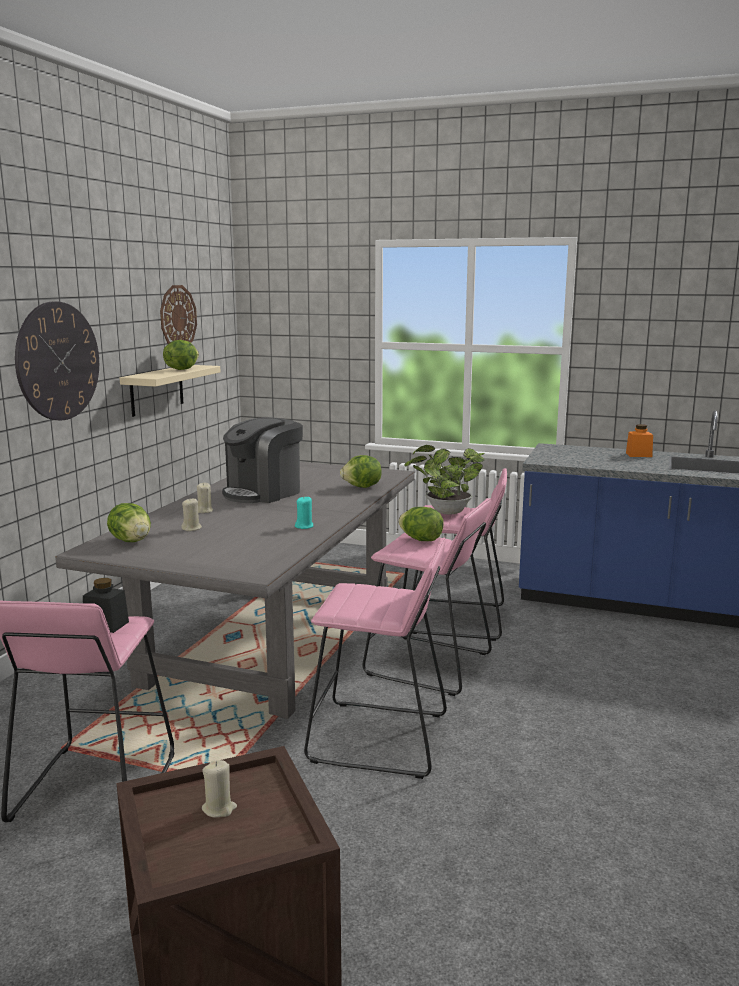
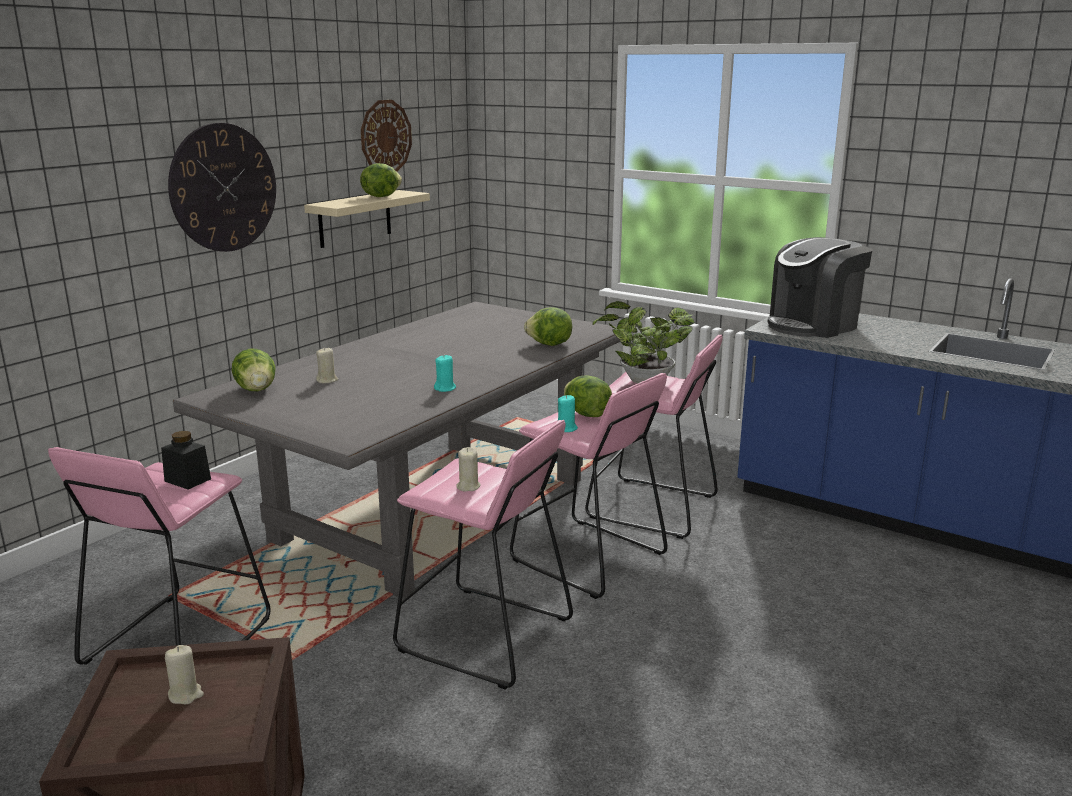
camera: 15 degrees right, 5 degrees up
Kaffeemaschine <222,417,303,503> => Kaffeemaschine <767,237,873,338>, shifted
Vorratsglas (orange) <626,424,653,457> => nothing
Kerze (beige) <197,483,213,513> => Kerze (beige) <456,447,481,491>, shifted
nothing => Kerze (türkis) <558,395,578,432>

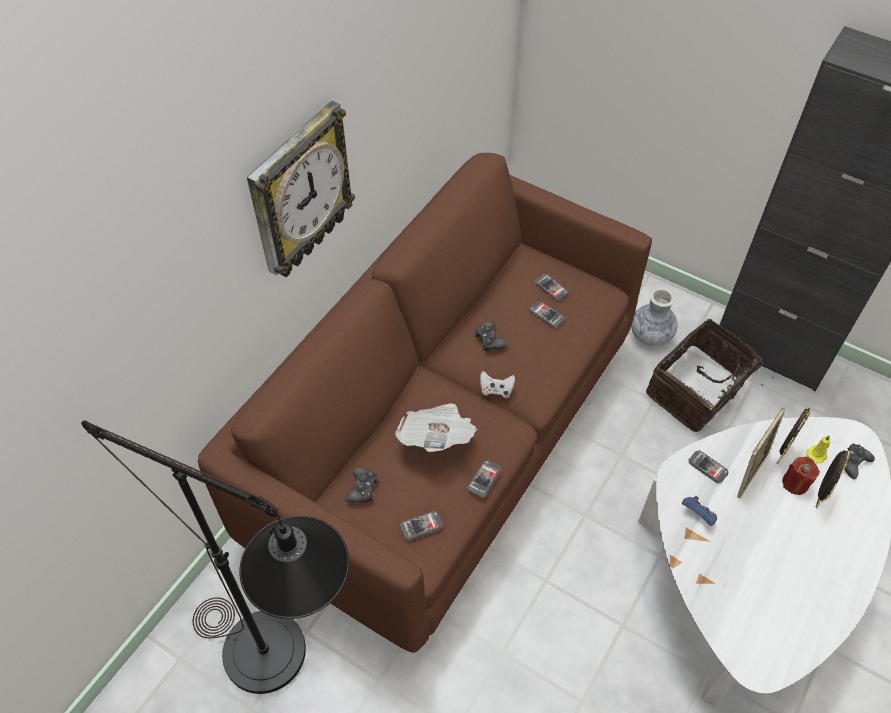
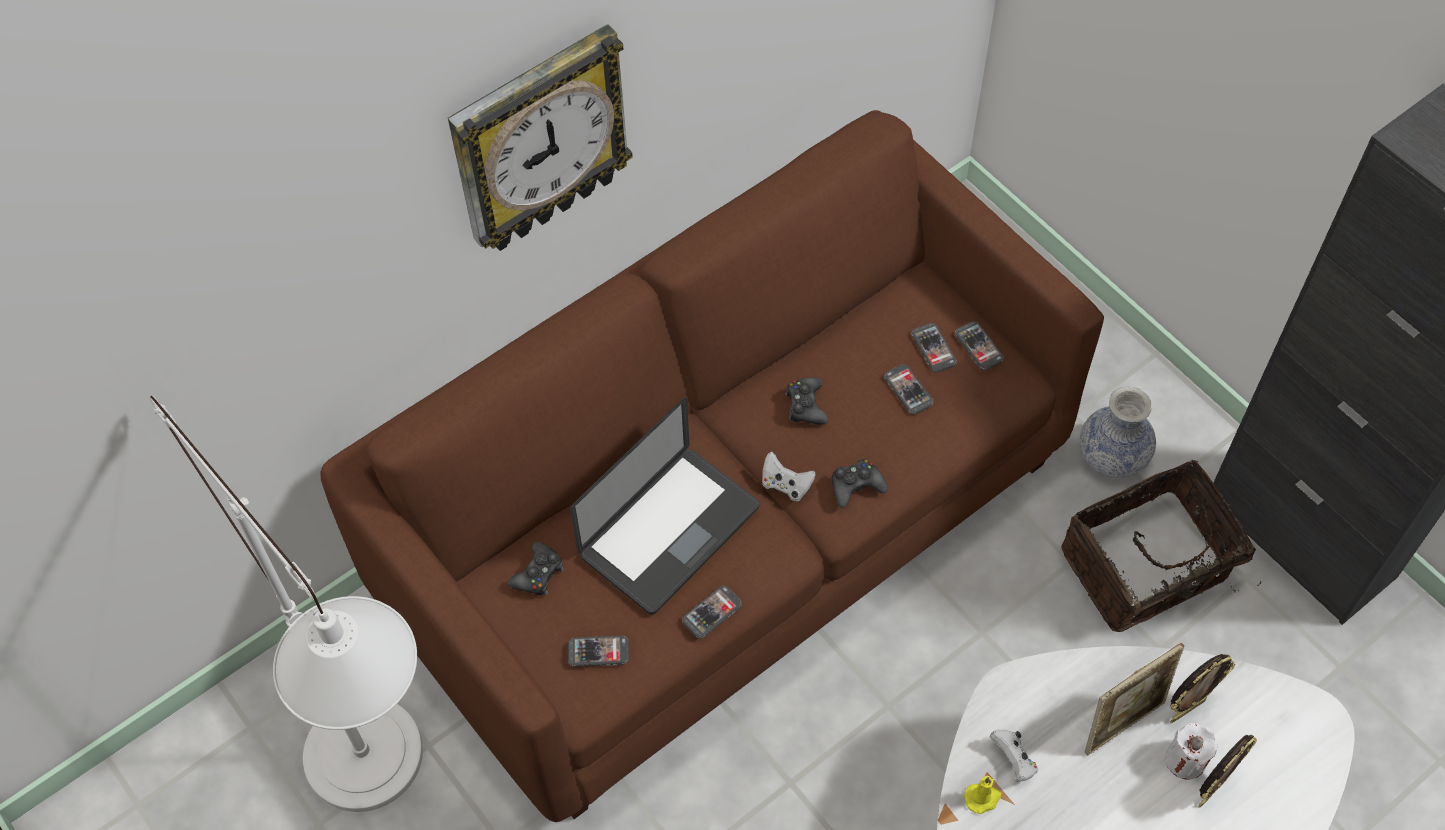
camera: 20 degrees right, 5 degrees up
Zeitung <395,403,477,452> => Laptop <570,398,760,615>
Stehlampe (schwarz) <81,420,349,694> => Stehlampe (weiß) <150,396,423,812>
Kerze (gelb) <806,435,831,463> => Kerze (gelb) <964,776,1001,814>, shifted
Gamepad (schwarz) <845,444,875,479> => Gamepad (schwarz) <832,459,888,508>, shifted
Handy <689,450,729,483> => Handy <955,321,1004,370>, shifted
Kerze (rot) <782,457,820,495> => Kerze (weiß) <1163,723,1218,779>
Gamepad (blau) <682,496,717,526> => Gamepad (weiß) <990,730,1038,782>

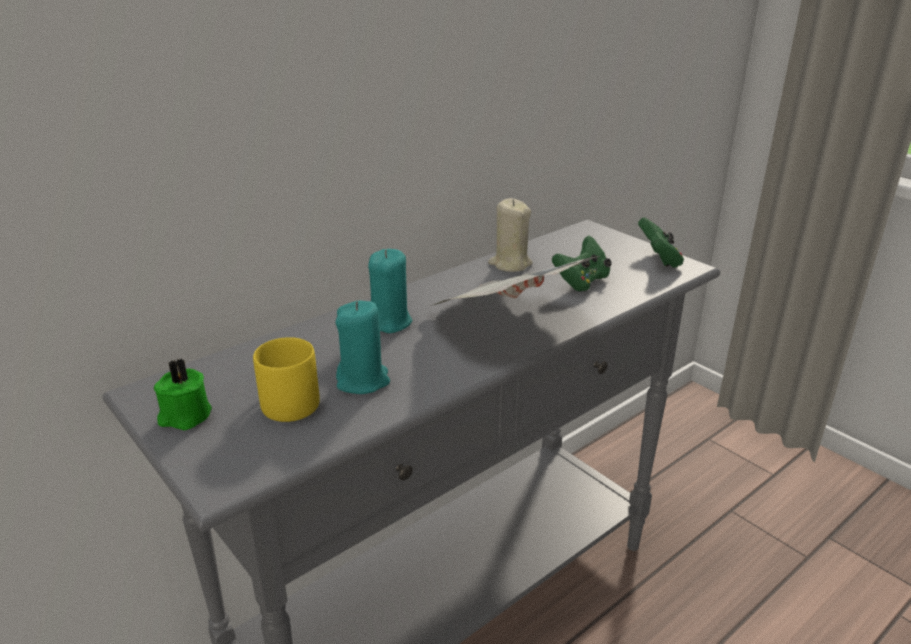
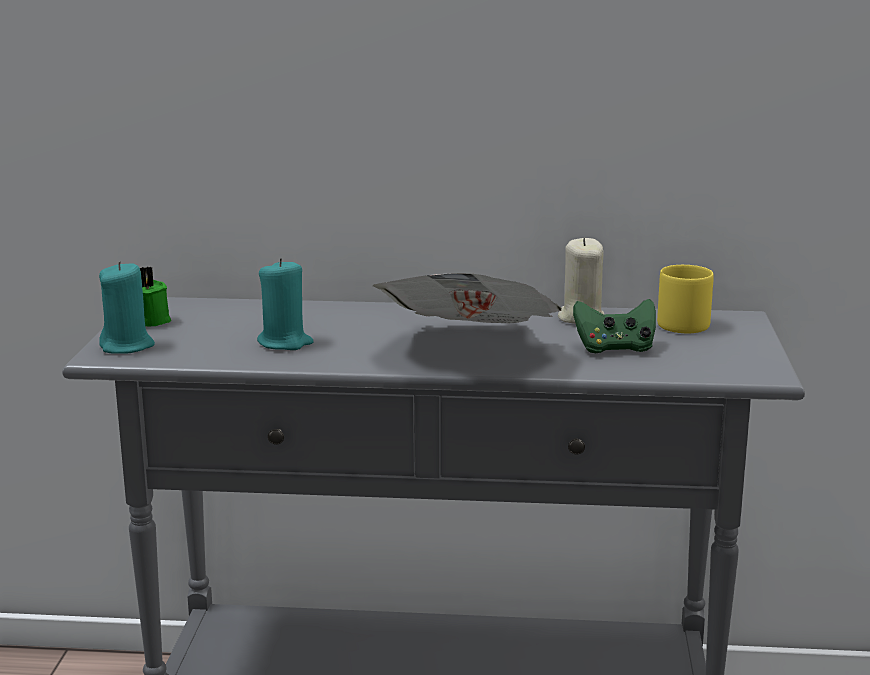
camera: 45 degrees right, 10 degrees down
Gamepad (grün) <638,217,684,268> => nothing
Kerze (türkis) <368,249,412,333> => Kerze (türkis) <99,261,155,354>, shifted
Henkelbecher (gelb) <253,337,320,422> => Henkelbecher (gelb) <657,265,714,333>, shifted

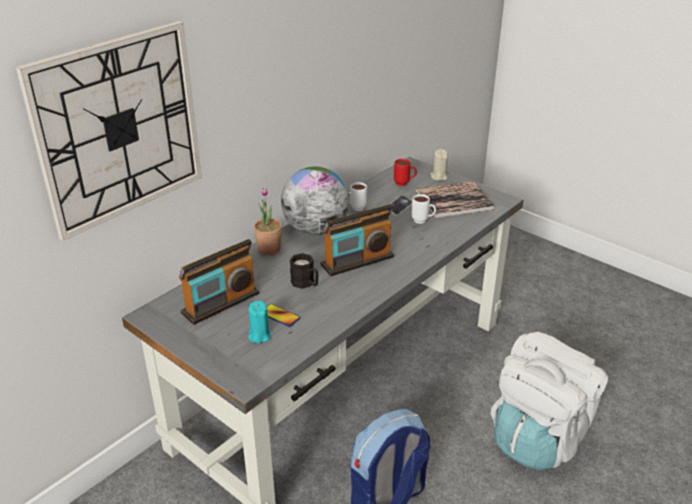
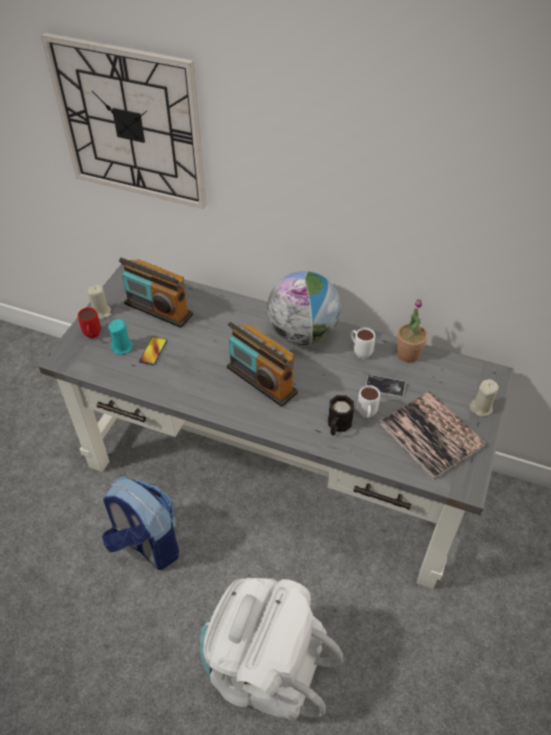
camera: 70 degrees right, 15 degrees up
Henkelbecher (rot) <394,159,417,186> => Henkelbecher (rot) <78,307,101,338>, shifted
Topfpflanze <254,187,282,255> => Topfpflanze <397,299,427,362>, shifted
Henkelbecher (schwarz) <290,253,319,289> => Henkelbecher (schwarz) <328,395,354,435>, shifted
nothing => Kerze (beige) <88,285,111,320>

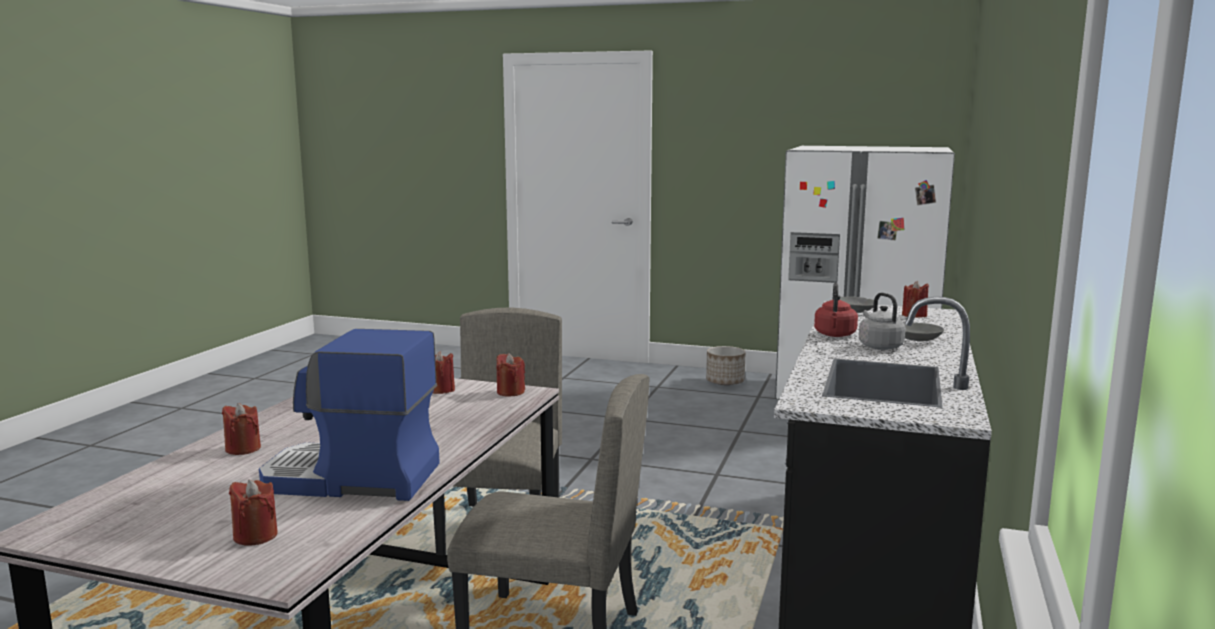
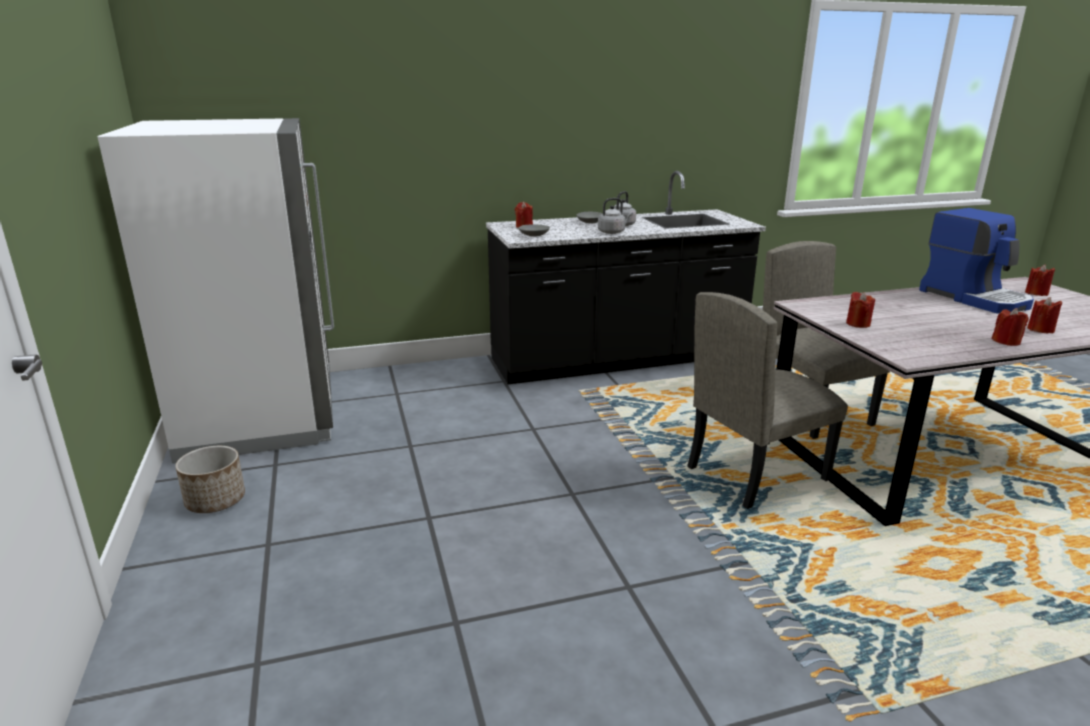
camera: 125 degrees left, 10 degrees up
Wasserkessel (rot) <814,283,858,337> => Wasserkessel (grau) <598,198,633,234>
Kerze (rot) <496,353,525,396> => Kerze (rot) <991,308,1029,346>, shifted

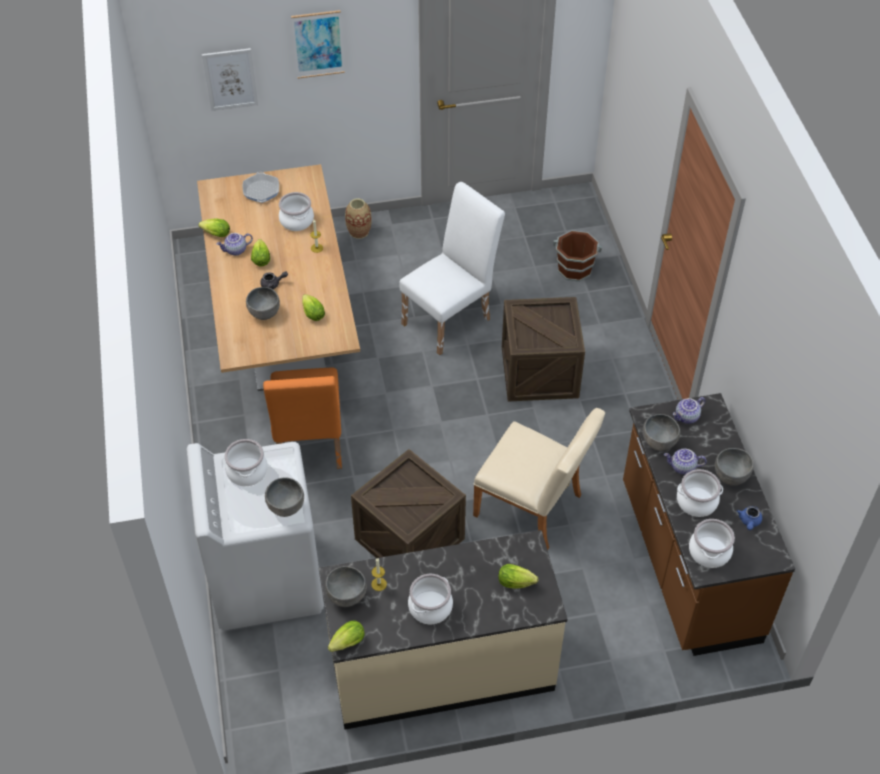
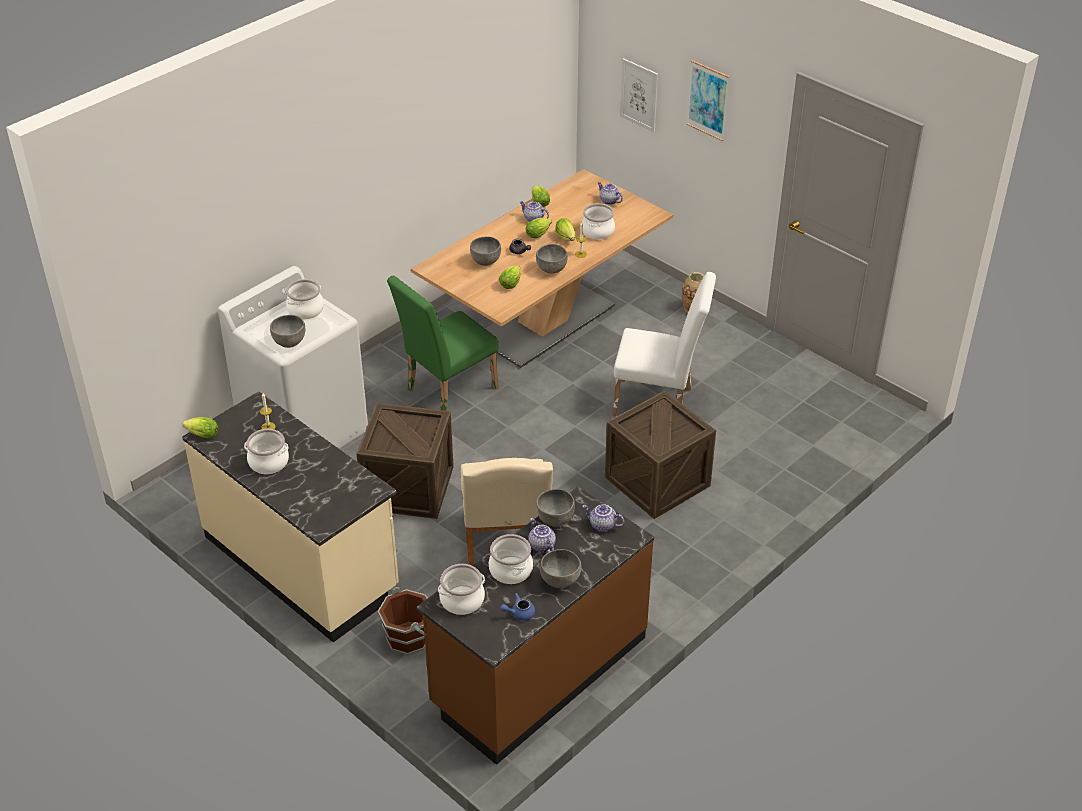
camera: 55 degrees right, 10 degrees down
Pfanne <243,172,279,203> => Teekanne <597,182,623,205>
Eimer (braun) <554,230,602,282> => Eimer (braun) <378,587,428,655>, shifted
Stuhl (orange) <263,367,342,469> => Stuhl (grün) <387,276,499,411>
Salatkopf <498,564,538,589> => Salatkopf <555,218,575,241>, shifted
Schüssel (grau) <325,566,367,607> => Schüssel (grau) <536,244,568,274>, shifted

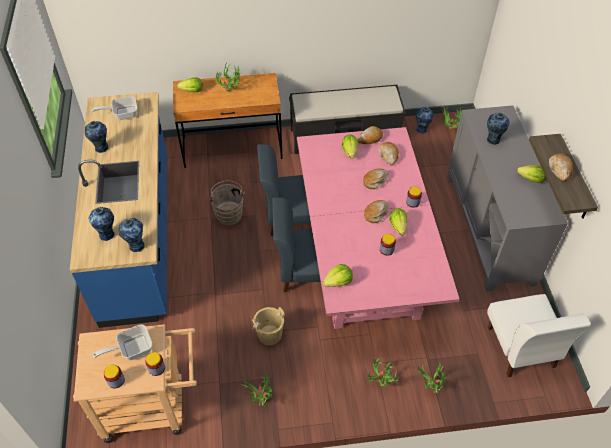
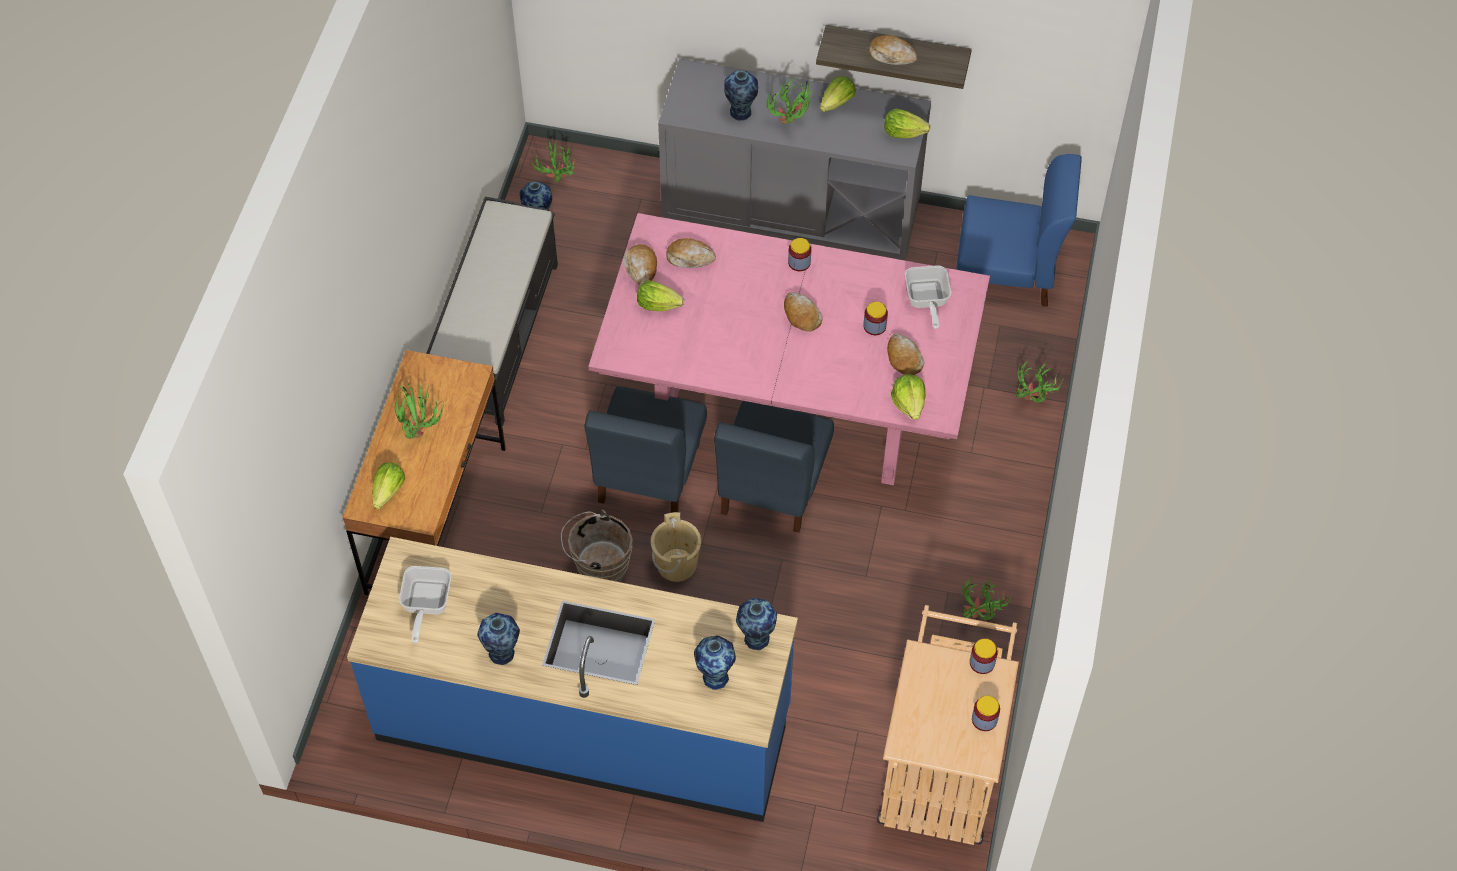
camera: 70 degrees left, 5 degrees up
Brot <363,168,388,189> => Brot <887,333,924,375>, shifted
Salatkopf <389,208,407,236> => Salatkopf <884,109,930,138>, shifted
Stuhl (weiß) <487,294,591,377> => Stuhl (blau) <956,154,1082,307>
Eimer (beige) <252,307,285,345> => Eimer (beige) <651,512,701,582>, shifted
Pfanne <93,324,152,360> => Pfanne <905,265,951,329>, shifted
Topfpflanze <366,358,400,387> => Topfpflanze <767,77,813,124>, shifted

